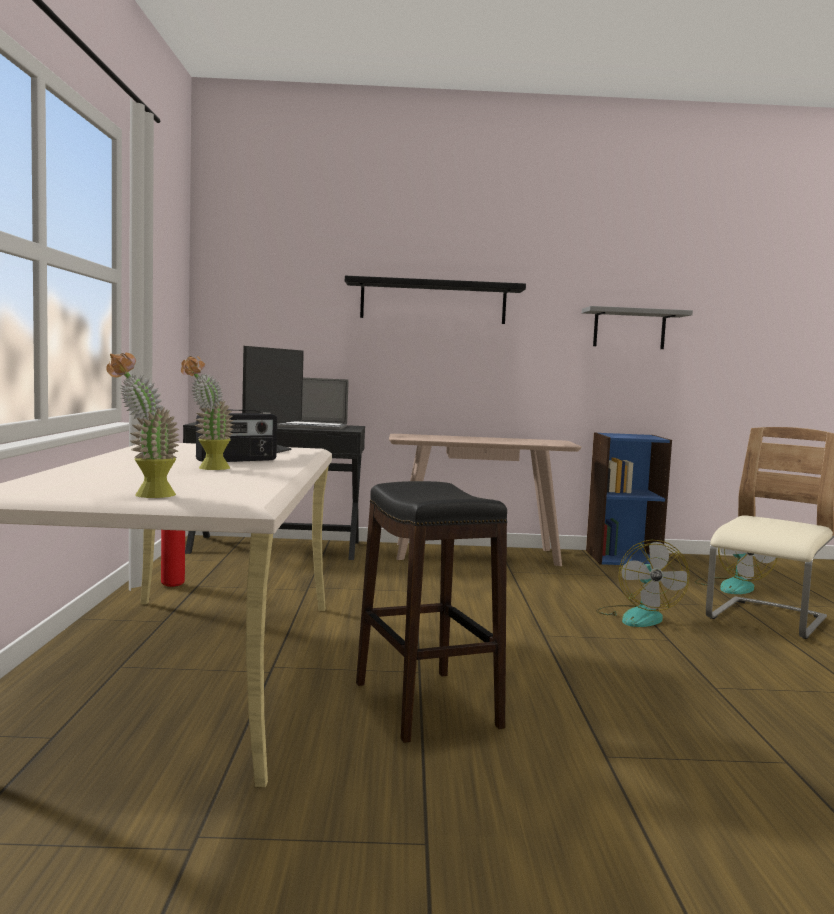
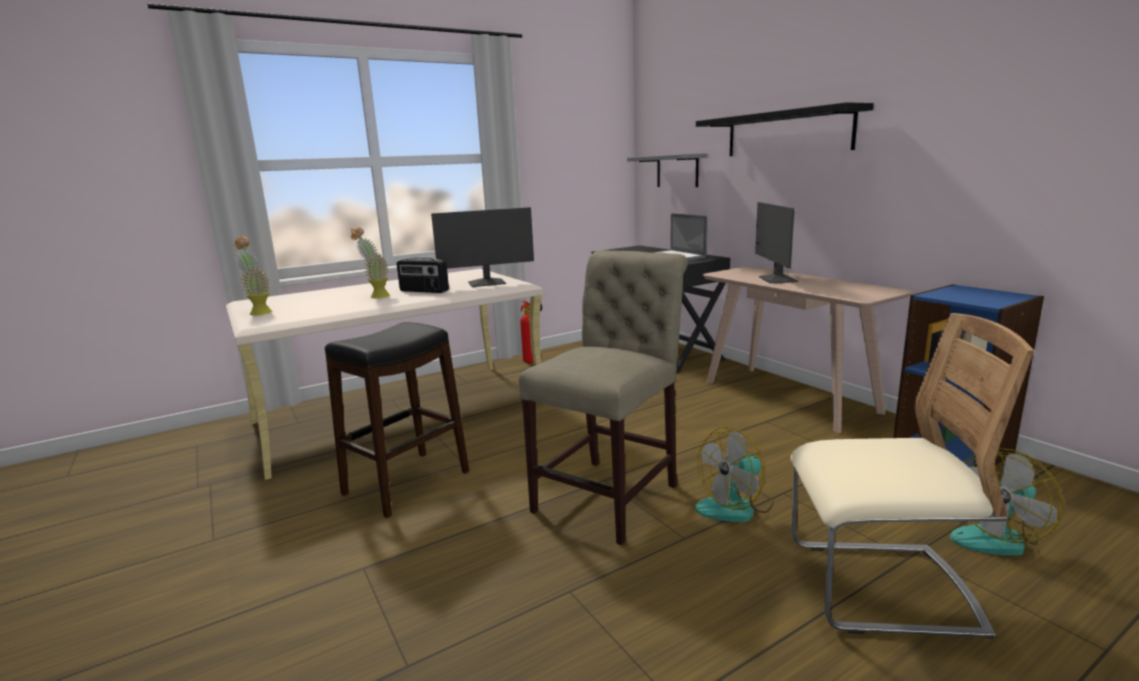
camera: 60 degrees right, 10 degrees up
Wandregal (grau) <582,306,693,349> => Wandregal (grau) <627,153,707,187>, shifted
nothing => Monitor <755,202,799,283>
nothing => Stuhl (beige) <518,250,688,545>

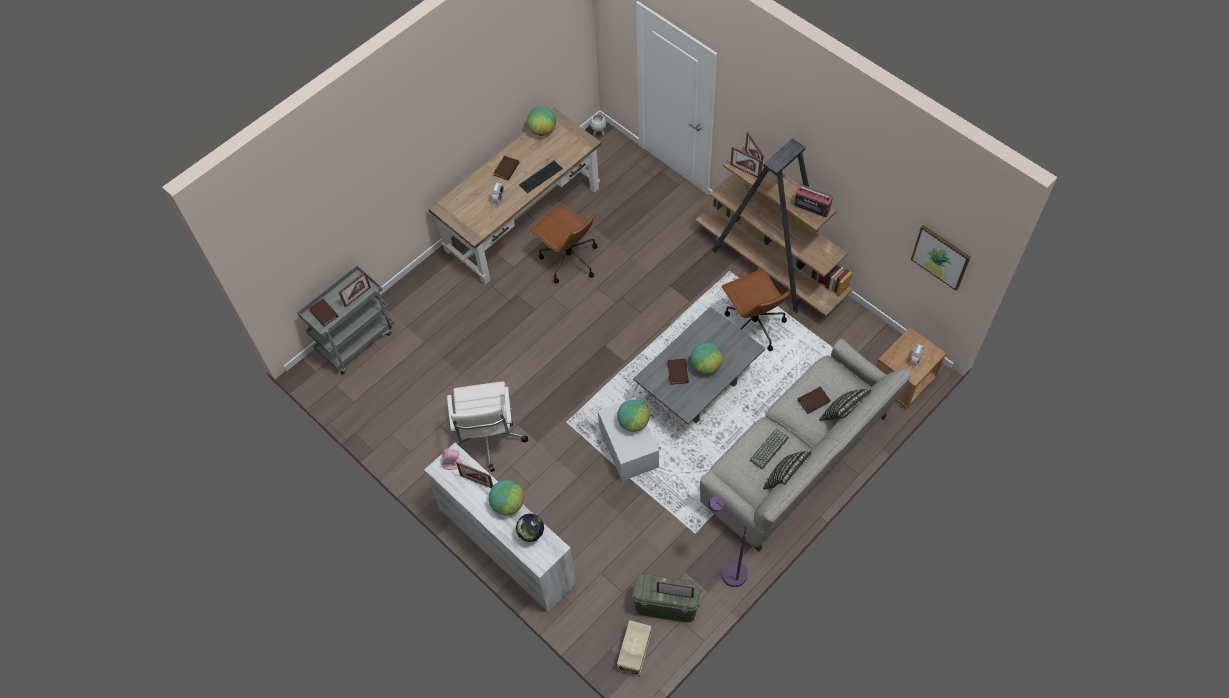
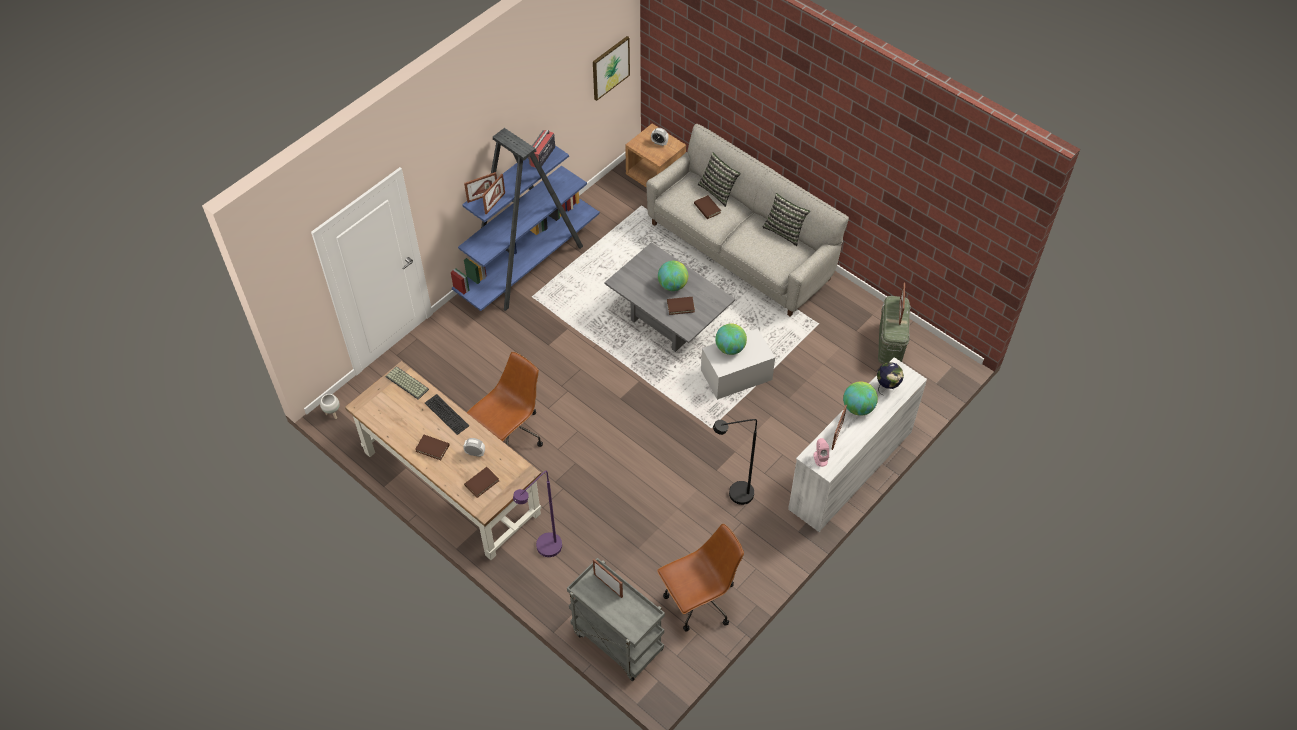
camera: 95 degrees left, 5 degrees down
Globus <527,107,556,136> => nothing
Bücherregal (braun) <695,138,853,316> => Bücherregal (blau) <451,128,600,311>
Bürostuhl (braun) <721,268,791,351> => Bürostuhl (braun) <657,524,744,632>, shifted
Buch (braun) <309,299,339,327> => Buch (braun) <464,467,499,498>, shifted
Bürostuhl (weiß) <447,381,528,472> => Stehlampe (schwarz) <713,419,757,505>
Tastatur <749,428,789,469> => Tastatur <385,366,429,400>, shifted
Stehlampe (lila) <708,496,747,587> => Stehlampe (lila) <513,471,562,557>, shifted
Aufbewahrungsbox (beige) <617,620,652,677> => nothing

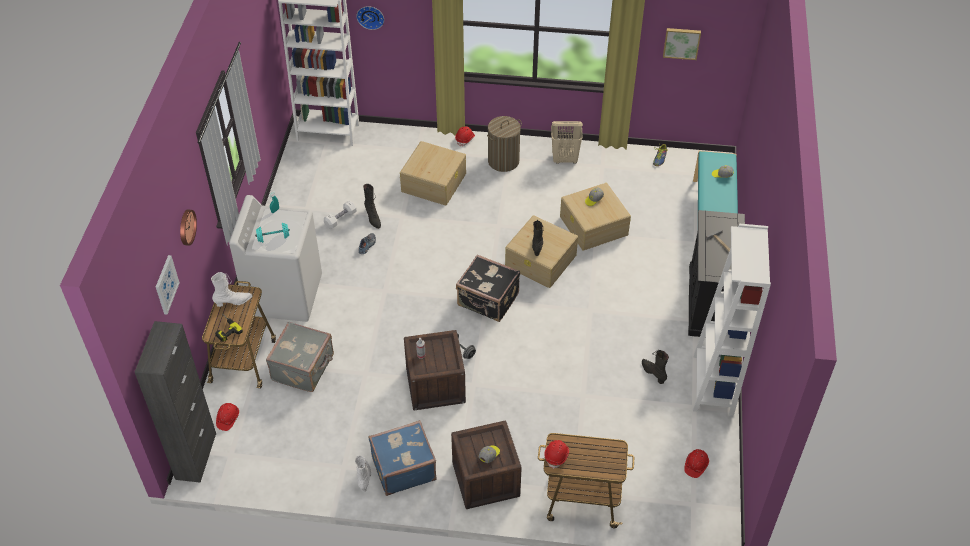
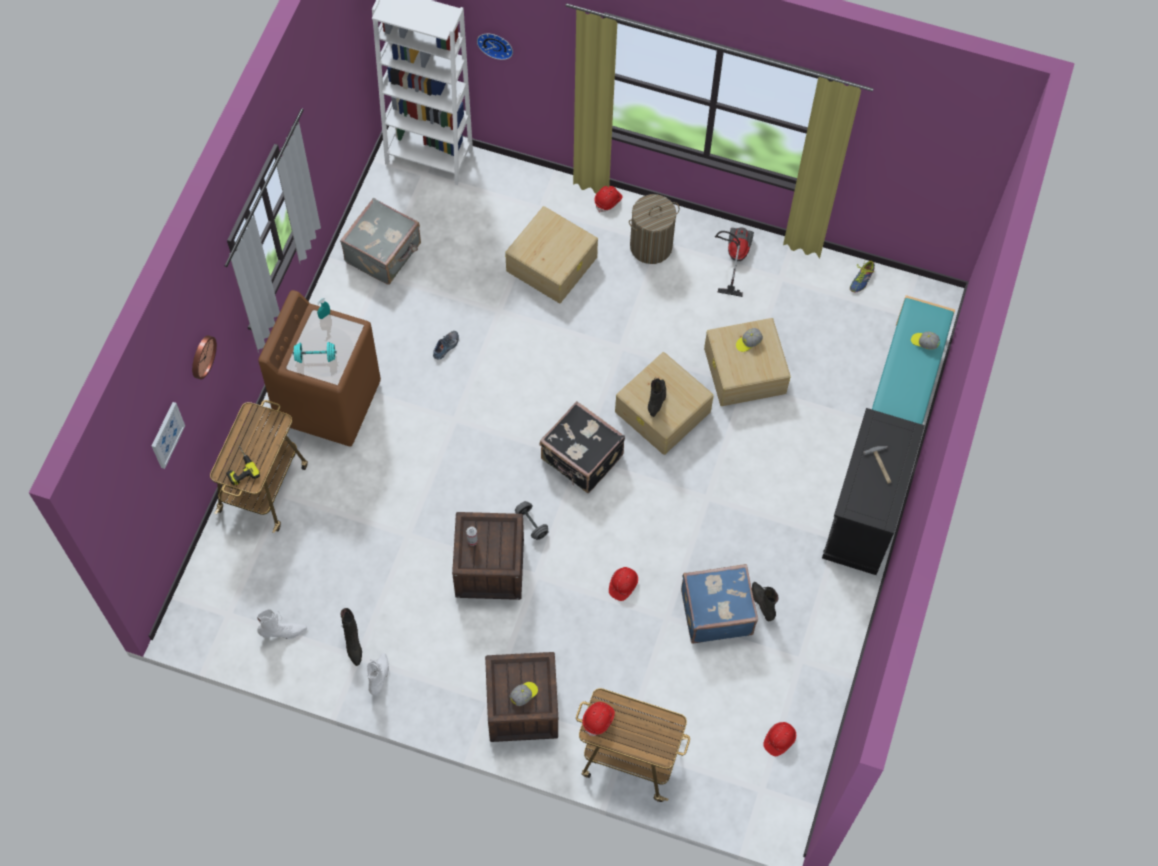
camera: 10 degrees right, 15 degrees up
Bild <663,28,701,60> => nothing
Wäschekorb (beige) <551,121,583,164> => Staubsauger <715,227,754,297>
Stiefel (schwarz) <363,184,381,229> => Stiefel (schwarz) <340,608,362,666>, shifted
Waschmaschine (weiß) <229,195,322,322> => Waschmaschine (braun) <258,290,381,447>
Hantel (weiß) <324,201,357,229> => nothing
Bücherregal (weiß) <693,224,771,415> => nothing
Stiefel (weiß) <211,272,252,307> => Stiefel (weiß) <257,609,307,639>, shifted
Schrank (schwarz) <135,321,216,483> => nothing
Koffer (grau) <266,321,334,392> => Koffer (grau) <340,198,421,285>, shifted
Schutzhelm (rot) <216,403,239,431> => Schutzhelm (rot) <609,567,638,601>, shifted
Koffer (blau) <369,420,436,496> => Koffer (blau) <681,564,758,644>, shifted

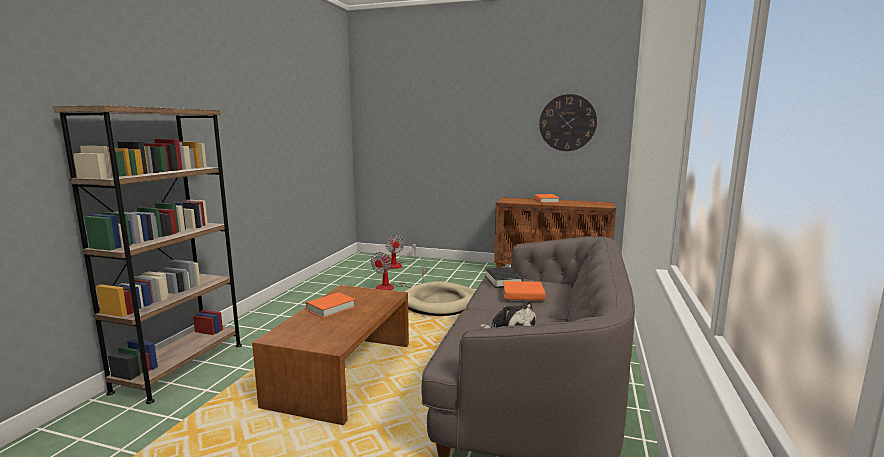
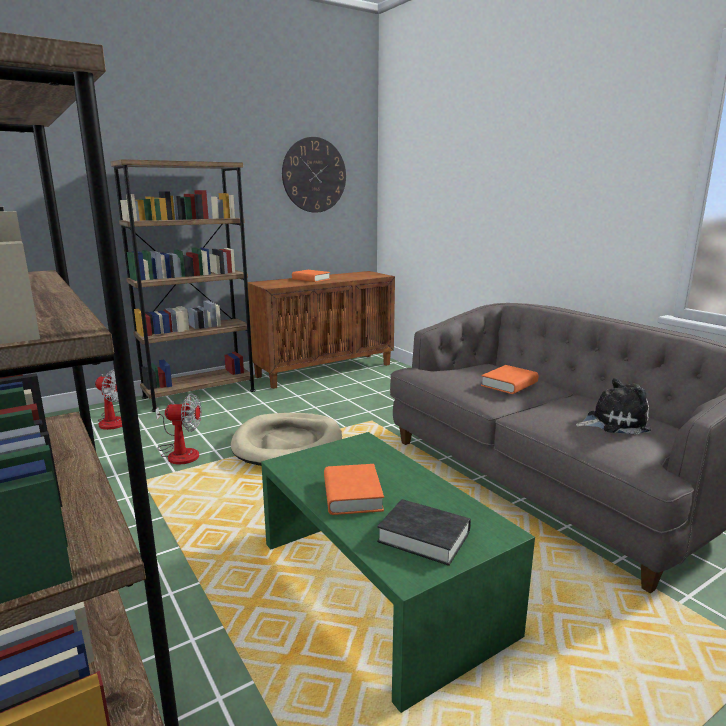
camera: 50 degrees left, 5 degrees up
Ventilator <371,252,426,290> => Ventilator <155,394,202,465>, 60 degrees counterclockwise
Buch (schwarz) <485,267,523,288> => Buch (schwarz) <377,499,471,566>, shifted
Couchtisch (braun) <252,285,409,425> => Couchtisch (grün) <261,432,535,713>
nothing => Bücherregal (braun) <110,159,256,412>

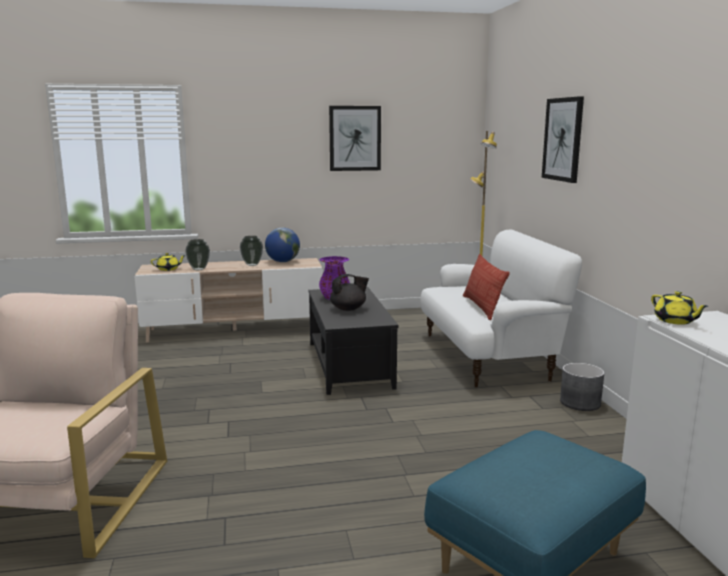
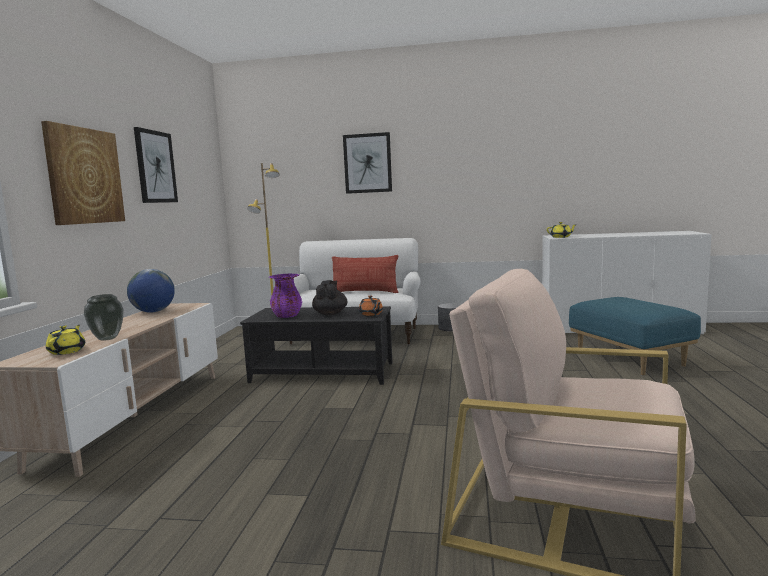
camera: 70 degrees left, 5 degrees down
Vase <240,236,263,266> => nothing
nothing => Bild <41,121,125,225>
nothing => Teekanne (orange) <359,295,383,316>

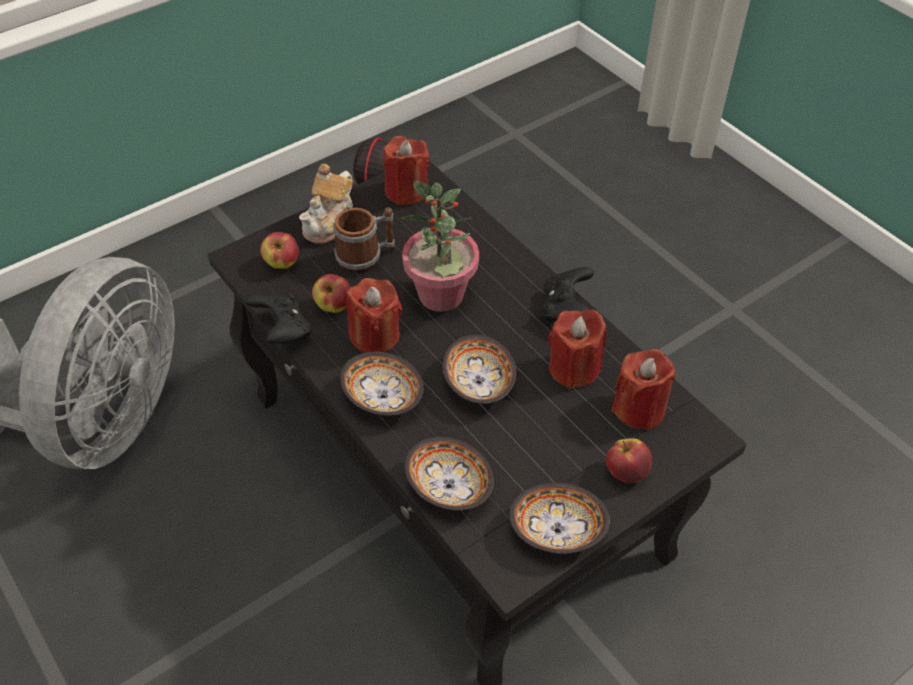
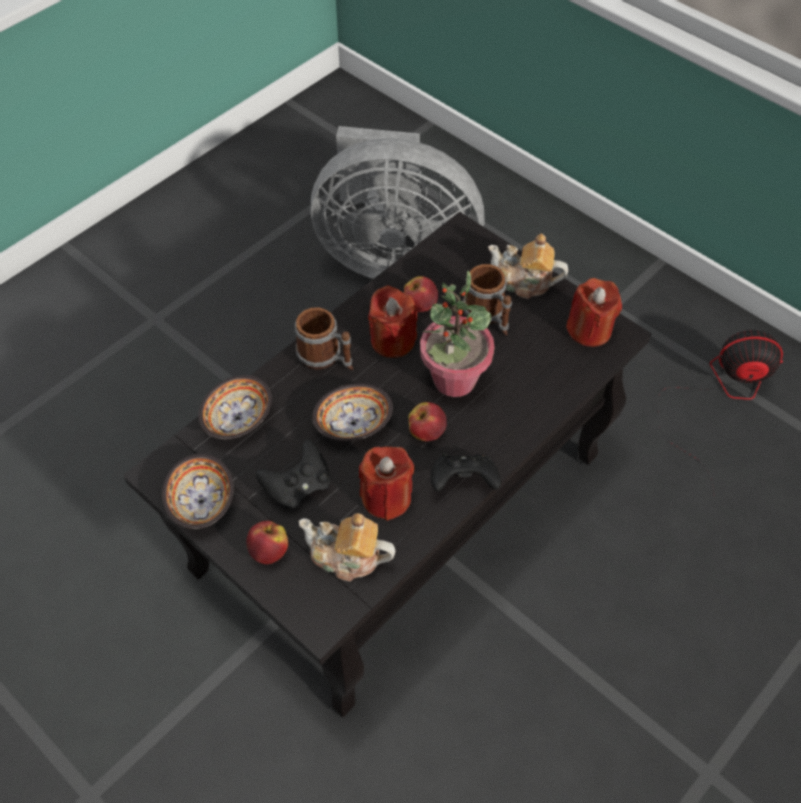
camera: 80 degrees right, 5 degrees up
Apfel <260,232,299,269> => Apfel <409,402,447,441>, shifted
Gamepad (schwarz) <246,293,312,343> => Gamepad (schwarz) <256,439,330,510>, shifted
Kerze (rot) <612,349,675,430> => Teekanne <299,513,396,582>
Schüssel <340,351,424,416> => Henkelbecher <295,307,353,370>

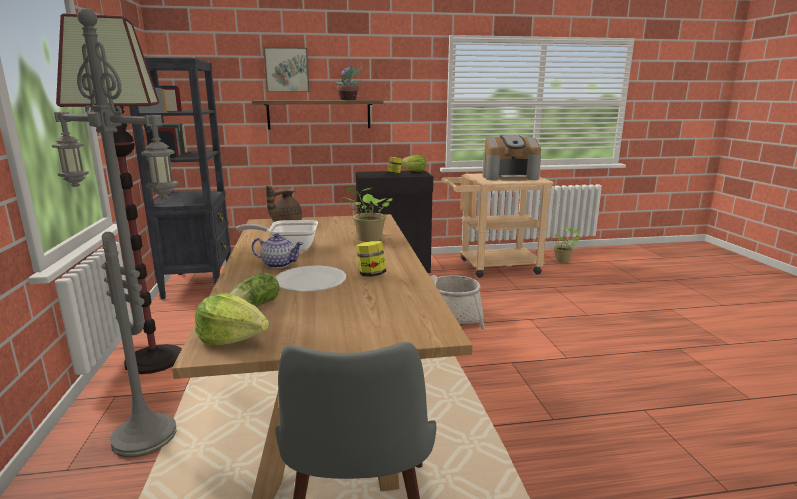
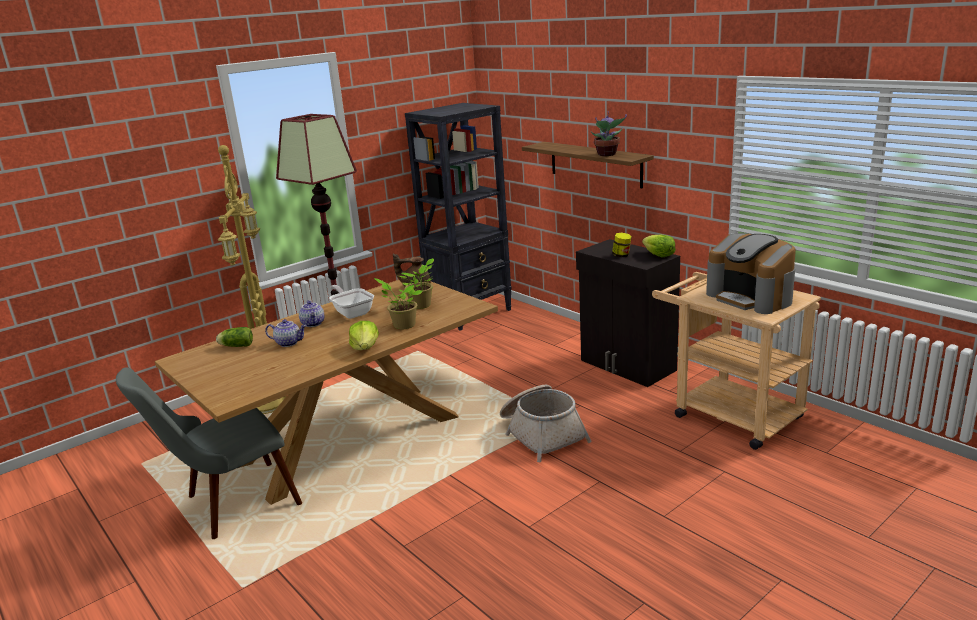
camera: 60 degrees right, 5 degrees up
Stehlampe (grau) <52,8,179,457> => Stehlampe (gelb) <218,145,286,414>
Bild <263,47,309,92> => nothing
Topfpflanze <553,227,581,263> => Topfpflanze <399,258,434,309>, shifted
Vorratsglas <356,241,386,276> => nothing
Teller (weiß) <275,266,346,292> => Teekanne <265,319,307,347>
Salatkopf <195,293,269,345> => Salatkopf <349,321,379,350>, shifted

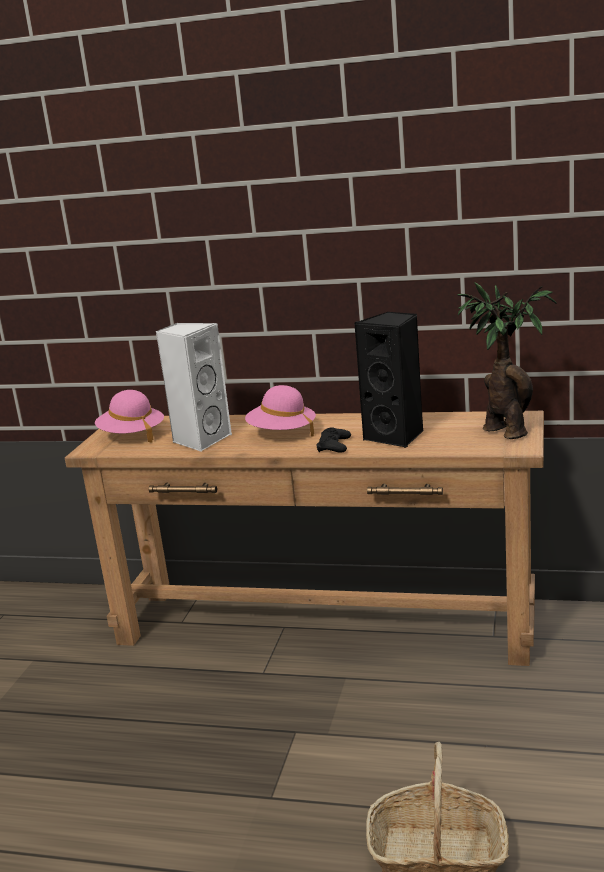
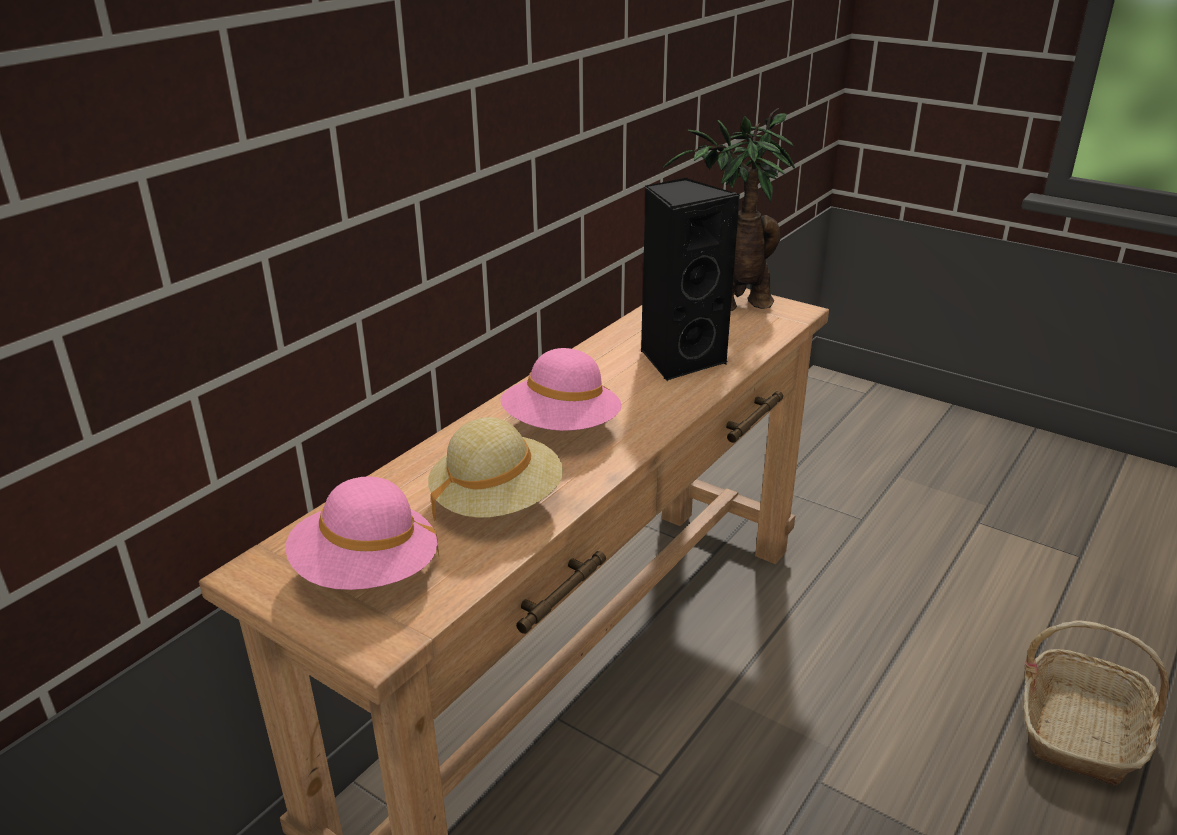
camera: 70 degrees left, 10 degrees up
Lautsprecher (weiß) <156,323,232,452> => Hut (beige) <428,417,563,521>
Gamepad (schwarz) <317,427,351,453> => nothing

